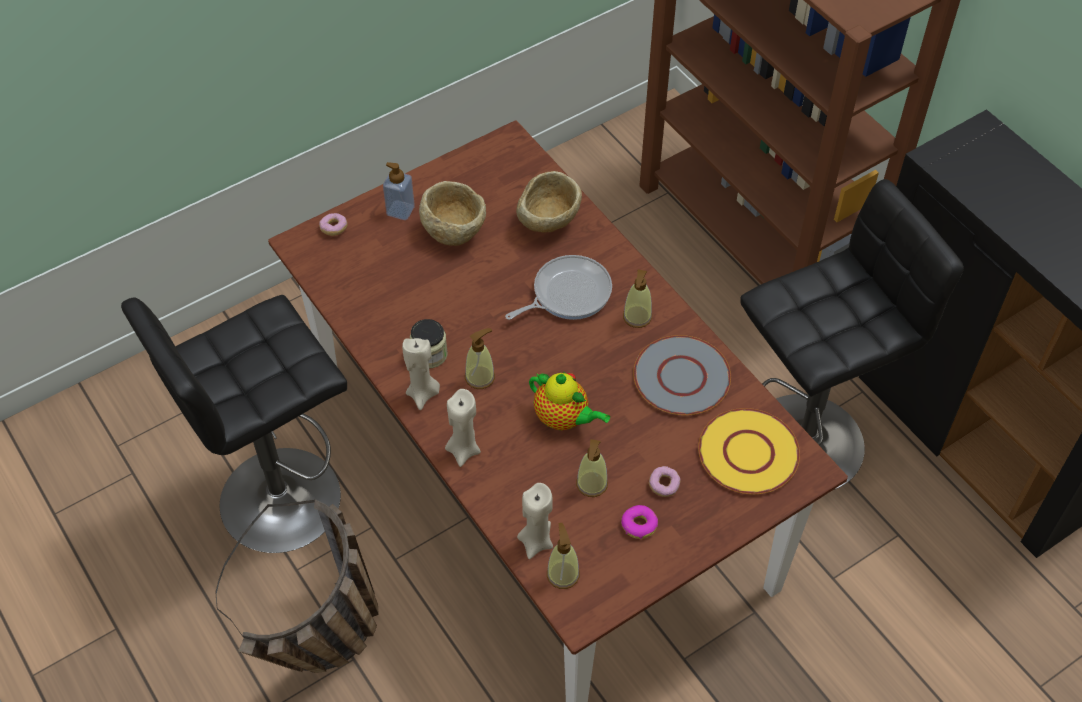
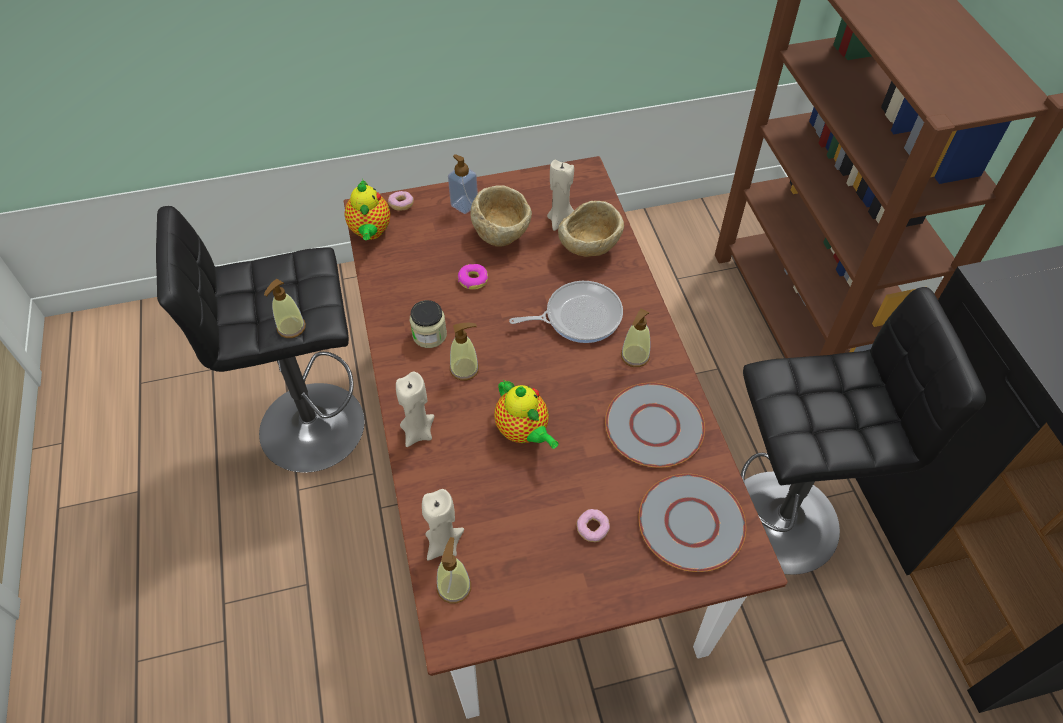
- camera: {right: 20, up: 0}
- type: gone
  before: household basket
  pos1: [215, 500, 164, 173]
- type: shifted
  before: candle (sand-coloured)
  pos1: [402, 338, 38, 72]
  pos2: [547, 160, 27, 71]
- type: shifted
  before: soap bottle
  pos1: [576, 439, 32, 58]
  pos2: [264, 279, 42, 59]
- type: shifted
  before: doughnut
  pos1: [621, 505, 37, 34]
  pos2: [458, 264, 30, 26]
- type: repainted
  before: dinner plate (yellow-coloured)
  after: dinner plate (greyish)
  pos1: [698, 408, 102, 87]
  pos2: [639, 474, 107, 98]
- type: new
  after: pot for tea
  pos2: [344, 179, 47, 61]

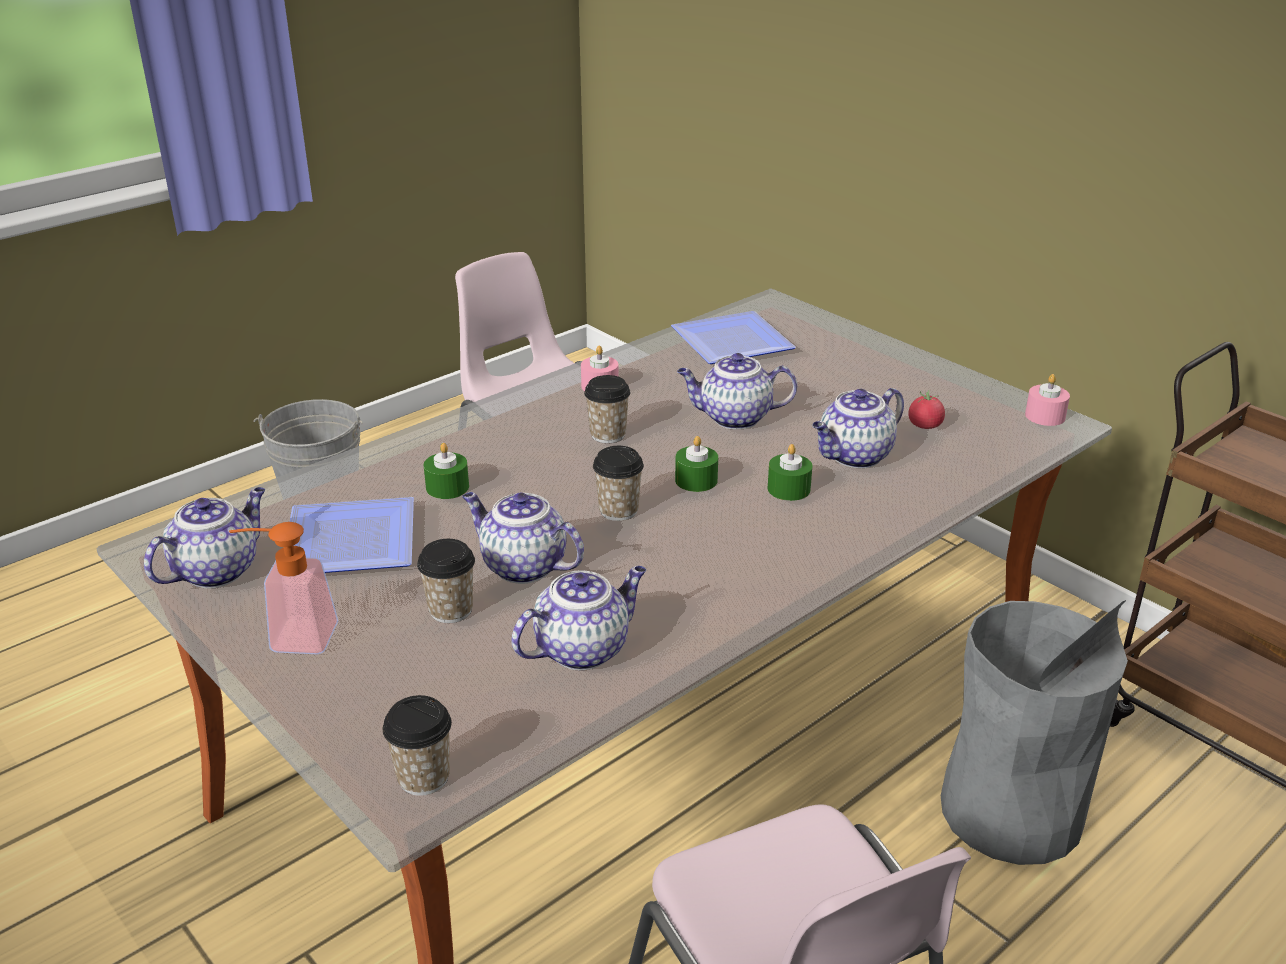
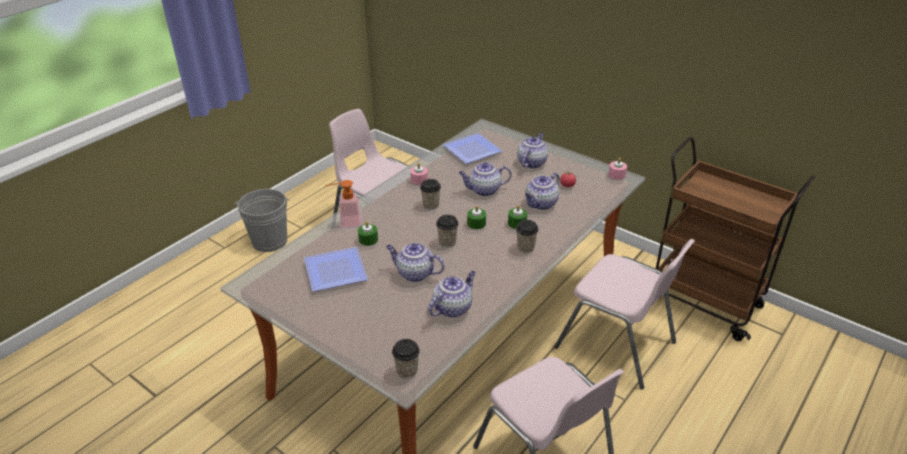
- camera: {right: -10, up: 5}
- type: shifted
  before: pot for tea
  pos1: [144, 487, 121, 101]
  pos2: [517, 133, 31, 36]
- type: shifted
  before: soap bottle
  pos1: [229, 522, 109, 132]
  pos2: [326, 180, 36, 48]
- type: shifted
  before: cup
  pos1: [417, 539, 58, 84]
  pos2: [516, 220, 22, 33]
- type: swapped
  before: waste bin (greyish)
  after: upright chair (pinkish)
  pos1: [941, 600, 187, 265]
  pos2: [554, 239, 141, 150]

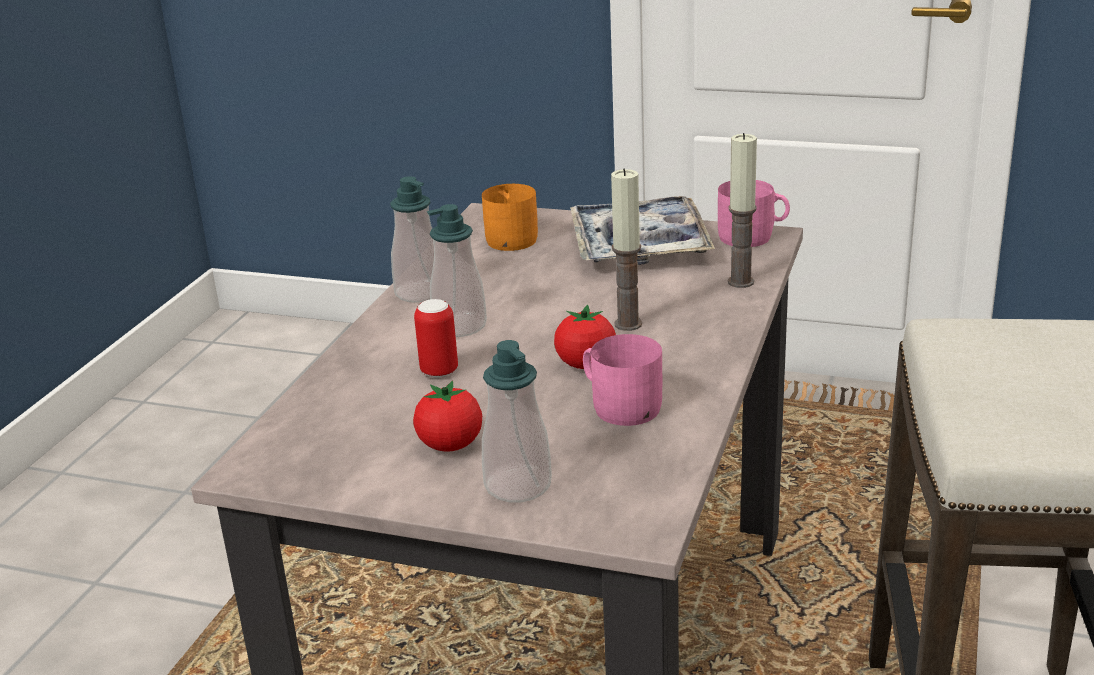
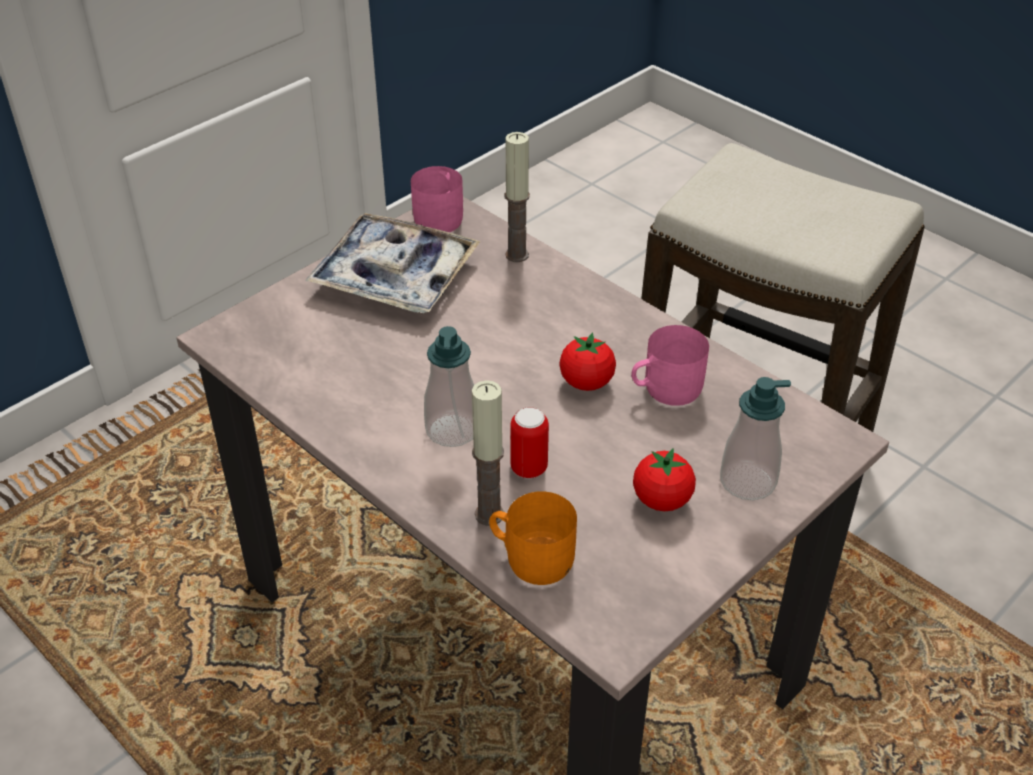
- camera: {right: -65, up: 15}
- type: gone
  before: soap bottle
  pos1: [390, 176, 44, 127]
- type: shifted
  before: coffee mug (orange-coloured)
  pos1: [482, 184, 56, 67]
  pos2: [489, 491, 88, 94]
- type: shifted
  before: candle
  pos1: [611, 169, 31, 162]
  pos2: [472, 380, 32, 146]

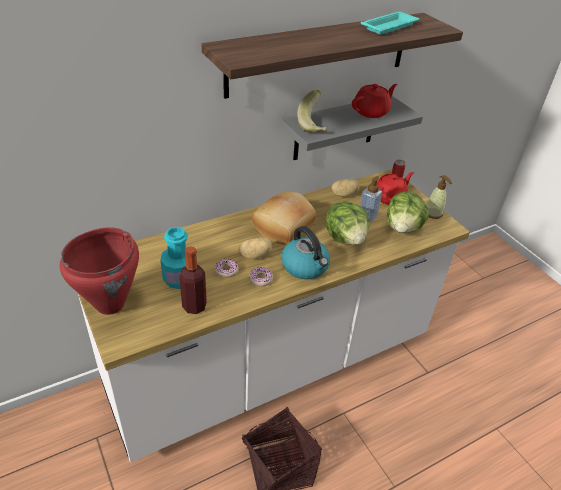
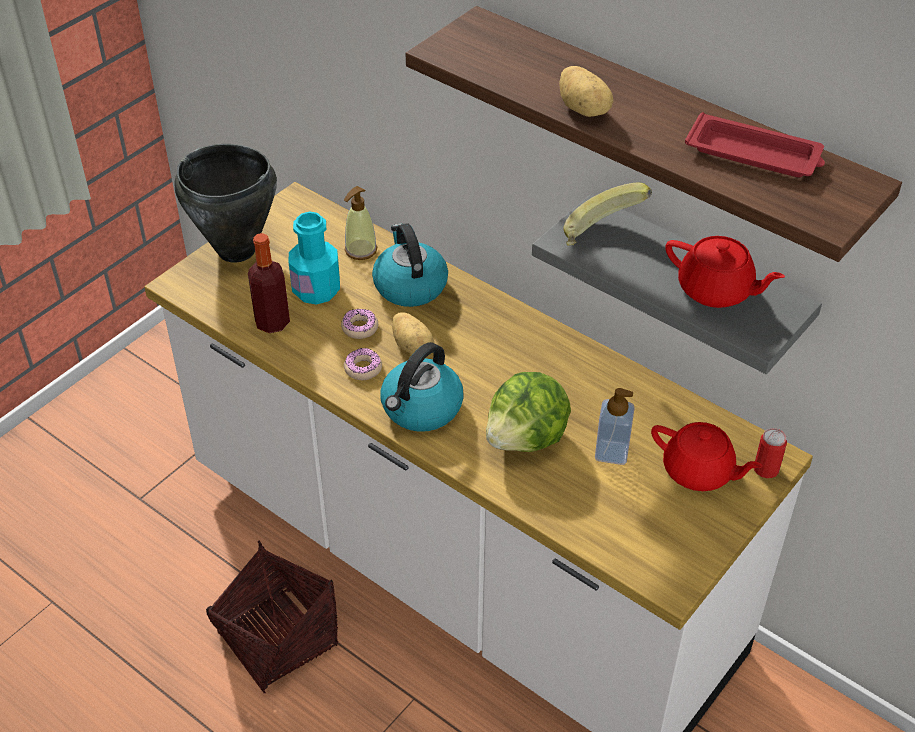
- camera: {right: 70, up: 5}
- type: repainted
  before: cooking pot (reddish)
  after: cooking pot (black)
  pos1: [60, 227, 79, 88]
  pos2: [174, 144, 103, 119]
- type: gone
  before: bread
  pos1: [252, 192, 64, 53]
- type: shifted
  before: potato
  pos1: [331, 179, 28, 18]
  pos2: [559, 66, 54, 51]
- type: repainted
  before: carrying tray (turquoise-coloured)
  after: carrying tray (reddish)
  pos1: [361, 12, 58, 23]
  pos2: [685, 112, 140, 65]
- type: gone
  before: lettuce head
  pos1: [387, 192, 42, 41]
- type: shifted
  before: soap bottle
  pos1: [426, 175, 26, 44]
  pos2: [344, 186, 33, 74]
- type: new
  after: water kettle
  pos2: [372, 223, 76, 84]

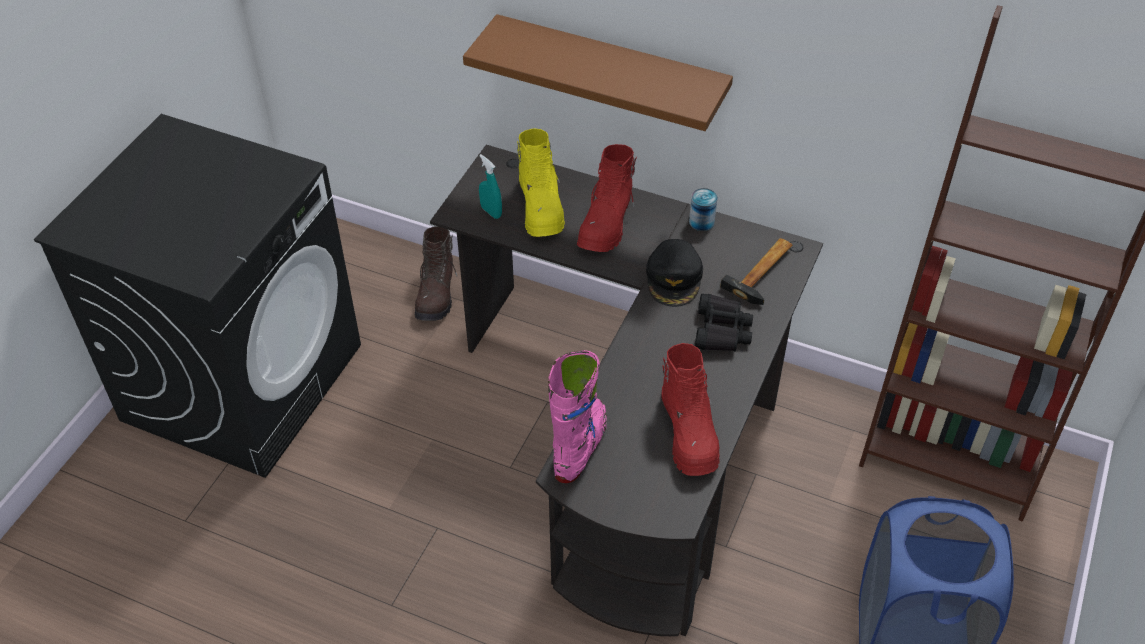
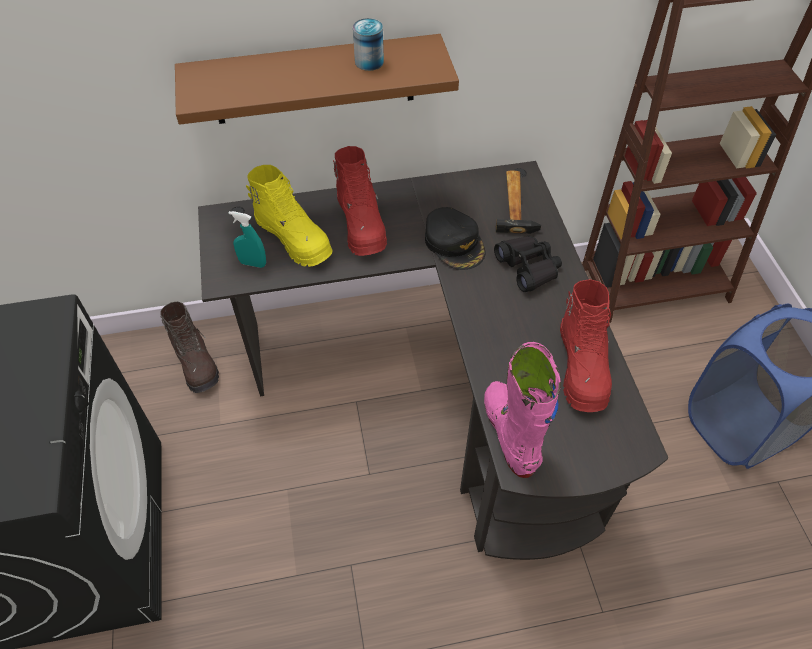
- camera: {right: -35, up: 5}
- type: rotated
  before: boot (reddish)
  pos1: [661, 343, 59, 133]
  pos2: [560, 279, 52, 133]
  turn: 45
- type: shifted
  before: metal can
  pos1: [689, 188, 28, 43]
  pos2: [353, 18, 31, 53]

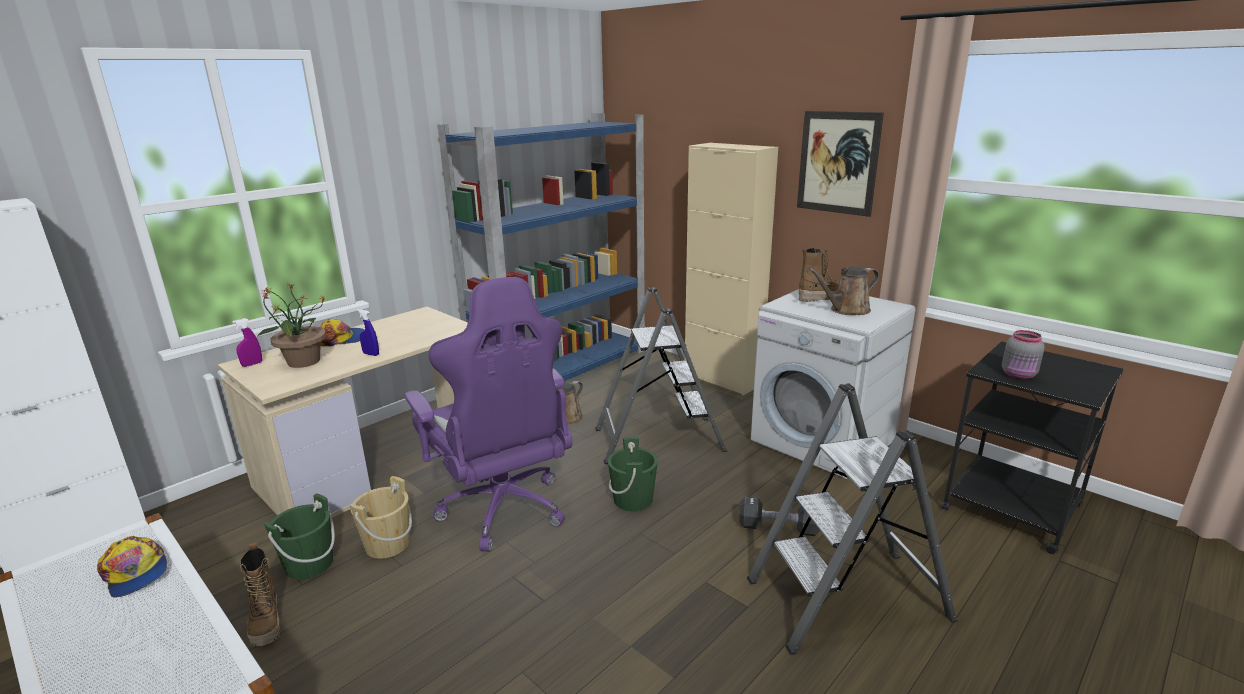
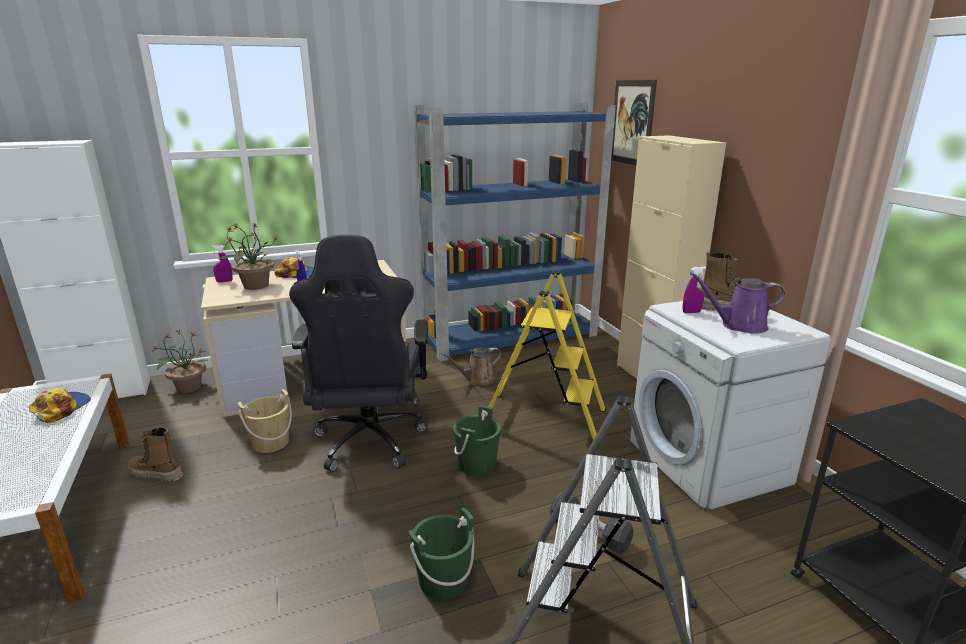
- camera: {right: 25, up: 0}
- type: rotated
  before: cap
  pos1: [97, 536, 70, 62]
  pos2: [29, 388, 62, 35]
  turn: -150
- type: rotated
  before: boot
  pos1: [240, 543, 40, 104]
  pos2: [128, 427, 55, 55]
  turn: 105
- type: shifted
  before: bucket (green-coloured)
  pos1: [264, 493, 71, 87]
  pos2: [408, 507, 66, 93]
- type: repainted
  before: desk chair (purple)
  after: desk chair (black)
  pos1: [405, 277, 168, 275]
  pos2: [289, 235, 139, 237]
- type: repainted
  before: stepladder (greyish)
  after: stepladder (yellow-coloured)
  pos1: [595, 287, 132, 177]
  pos2: [489, 270, 117, 170]
- type: shifted
  before: wall picture
  pos1: [797, 111, 87, 106]
  pos2: [611, 80, 46, 85]
- type: repainted
  before: watering can (brown-coloured)
  after: watering can (purple)
  pos1: [809, 266, 70, 49]
  pos2: [690, 272, 96, 62]
- type: gone
  before: storage jar (greyish)
  pos1: [1002, 330, 43, 49]
- type: new
  after: potted plant
  pos2: [151, 329, 56, 64]
- type: new
  after: spray bottle (purple)
  pos2: [683, 267, 23, 46]

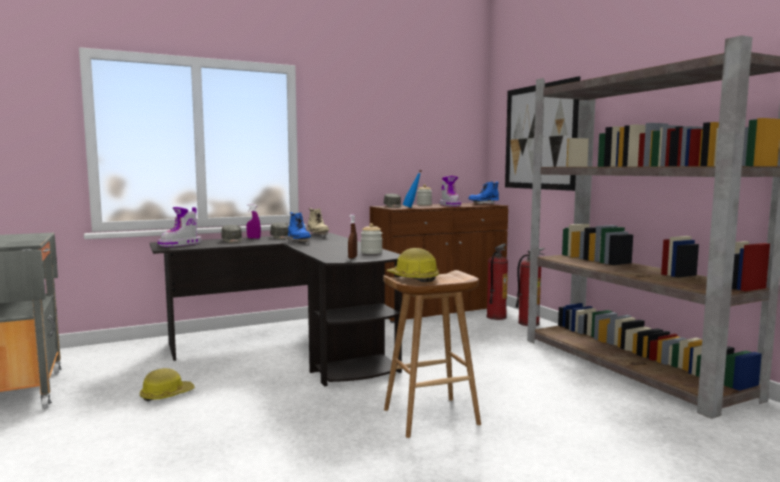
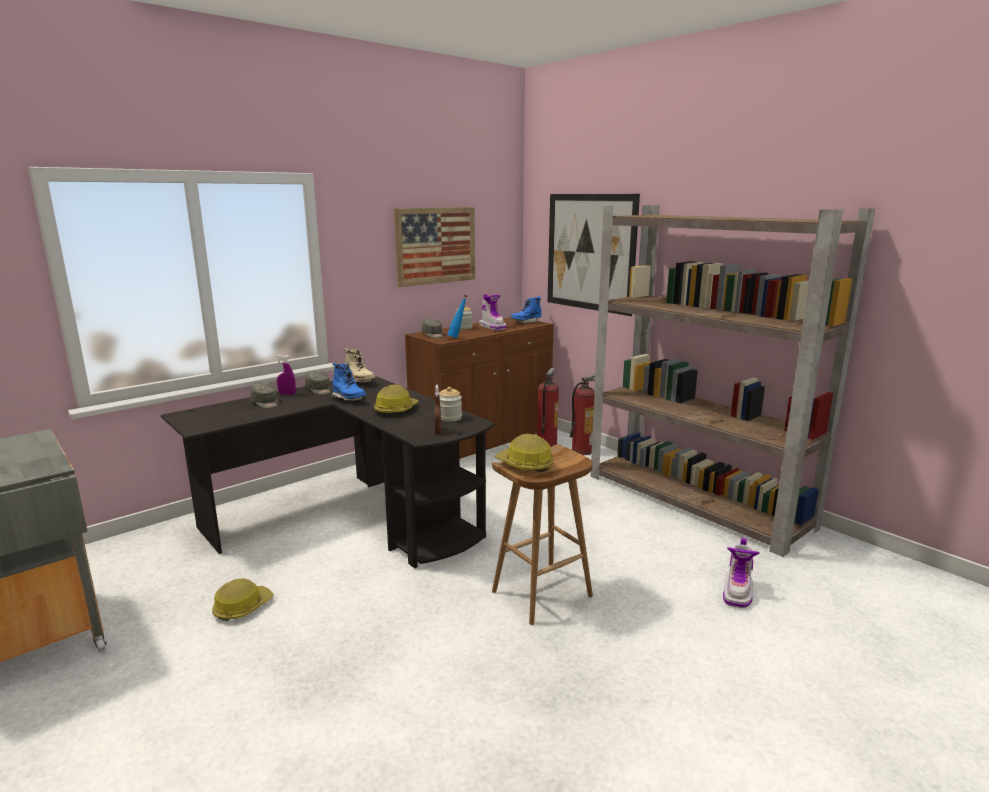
- camera: {right: -15, up: 10}
- type: shifted
  before: boot
  pos1: [157, 207, 44, 40]
  pos2: [723, 538, 37, 70]
- type: new
  after: hard hat
  pos2: [374, 385, 45, 31]
- type: new
  after: wall picture
  pos2: [394, 207, 81, 80]

